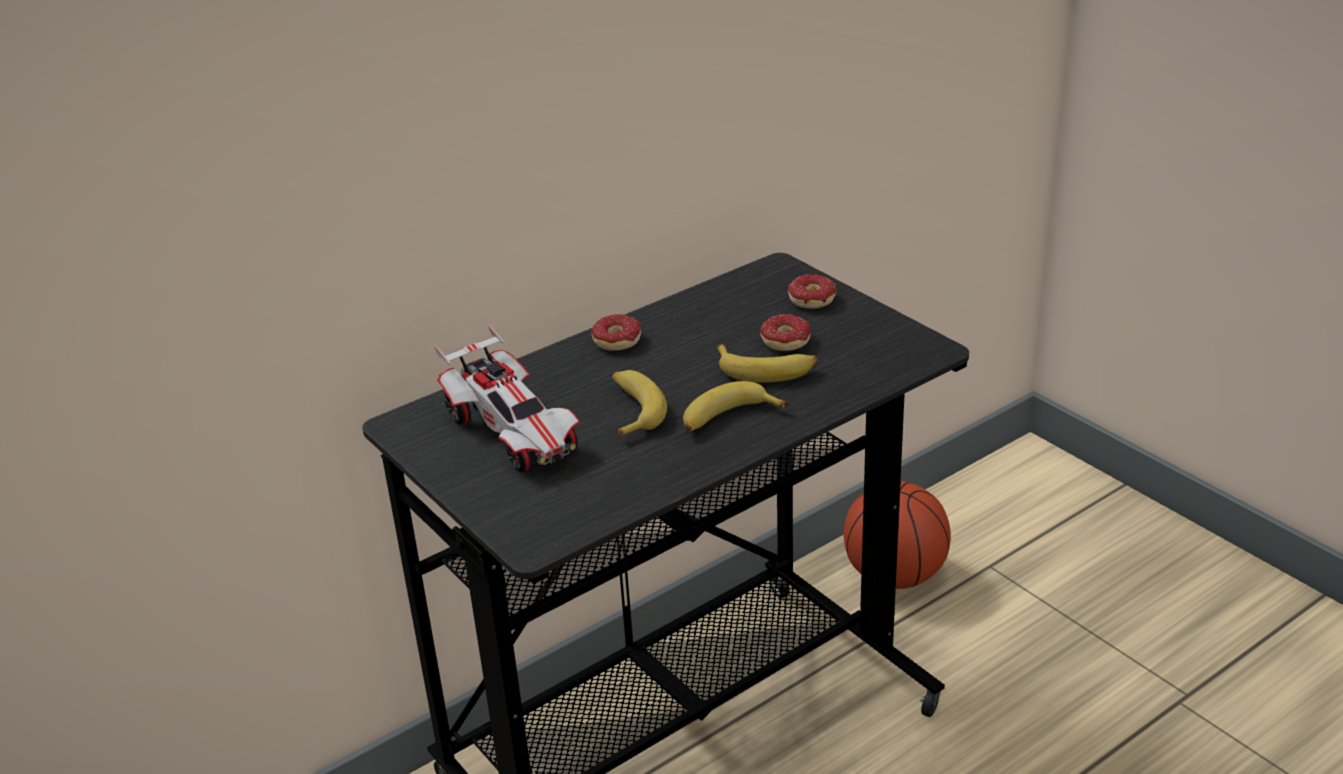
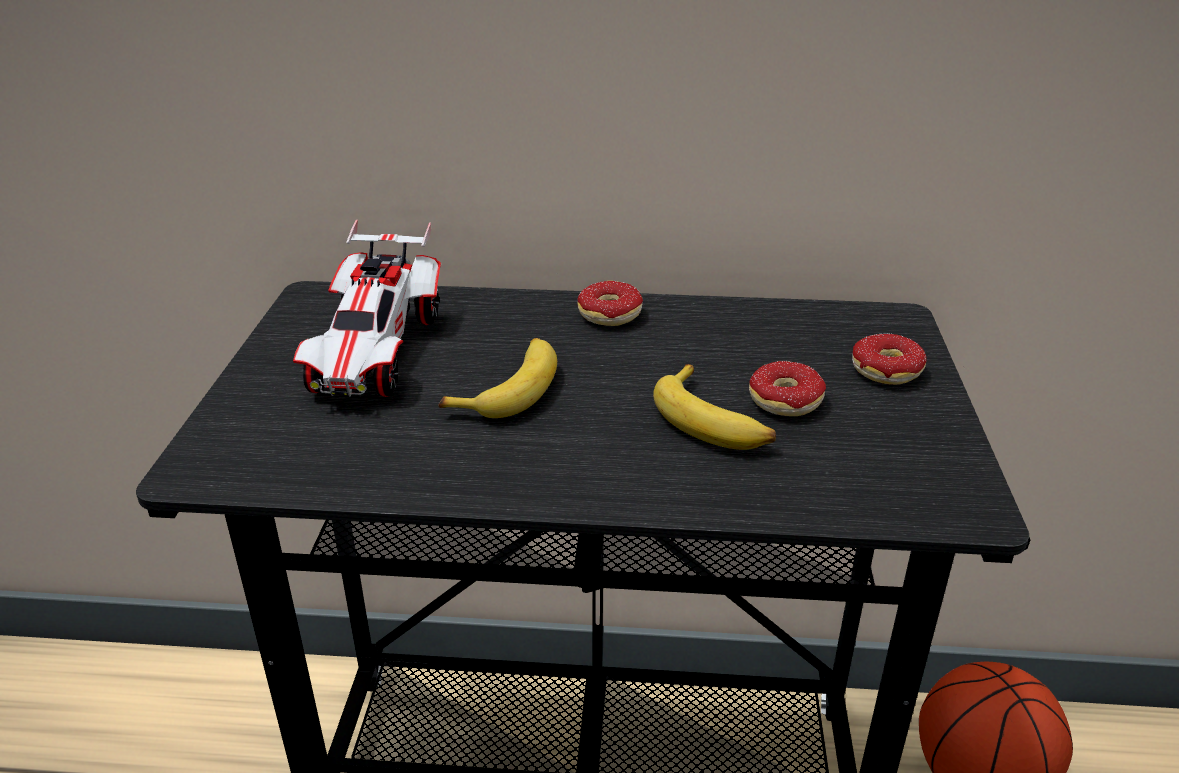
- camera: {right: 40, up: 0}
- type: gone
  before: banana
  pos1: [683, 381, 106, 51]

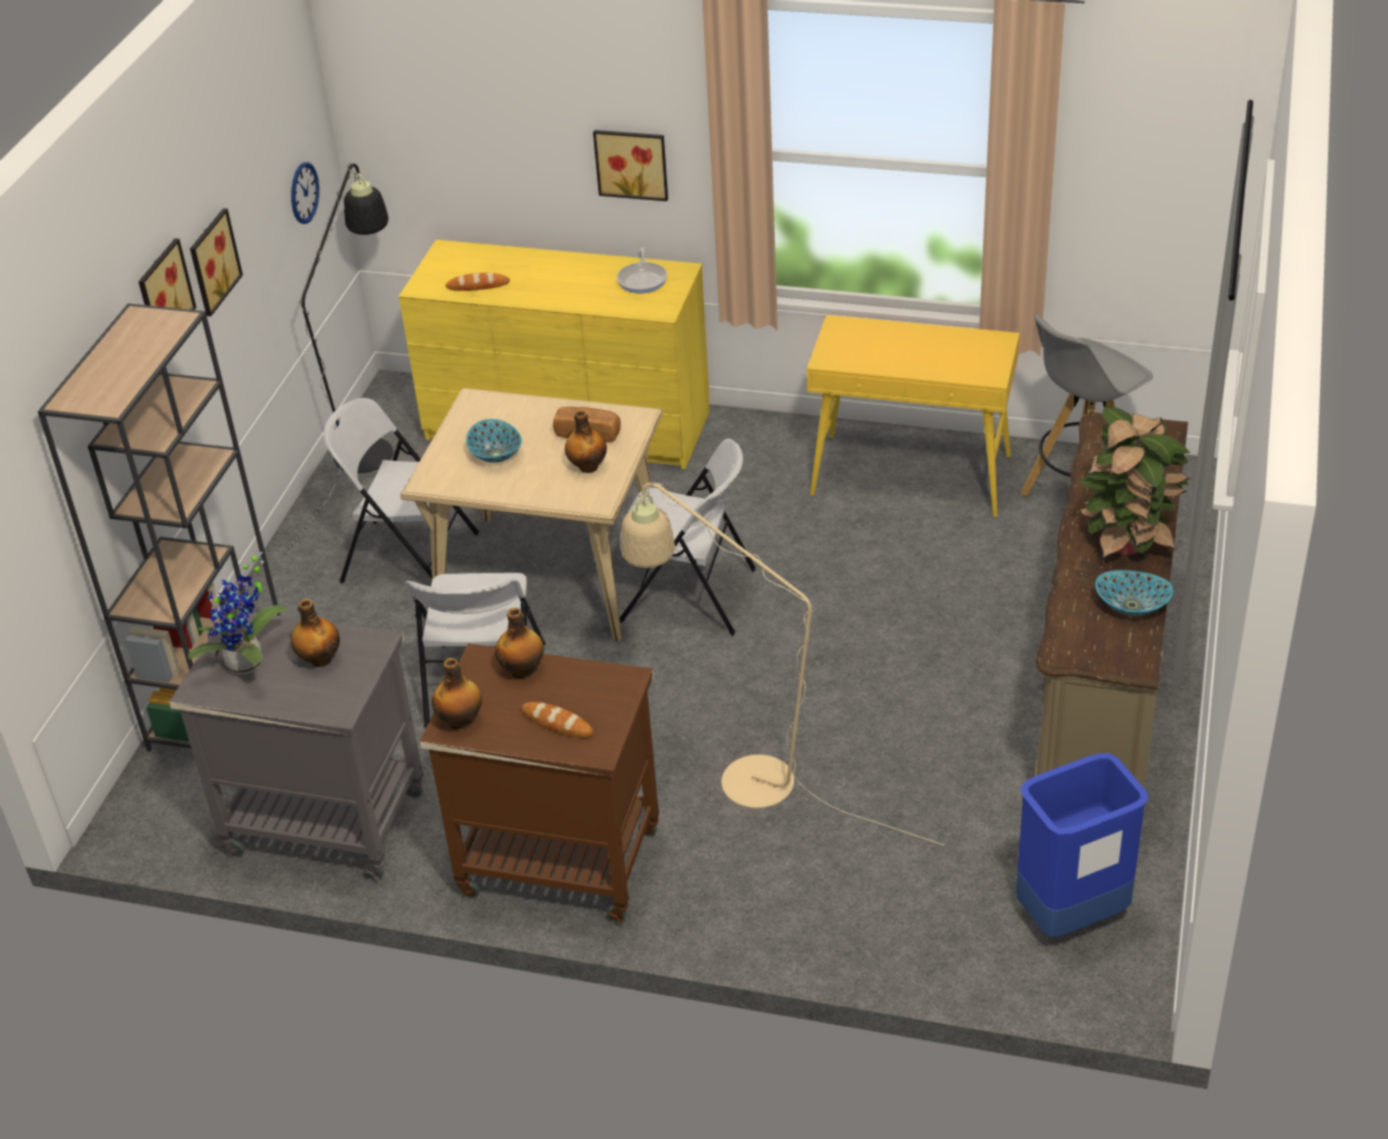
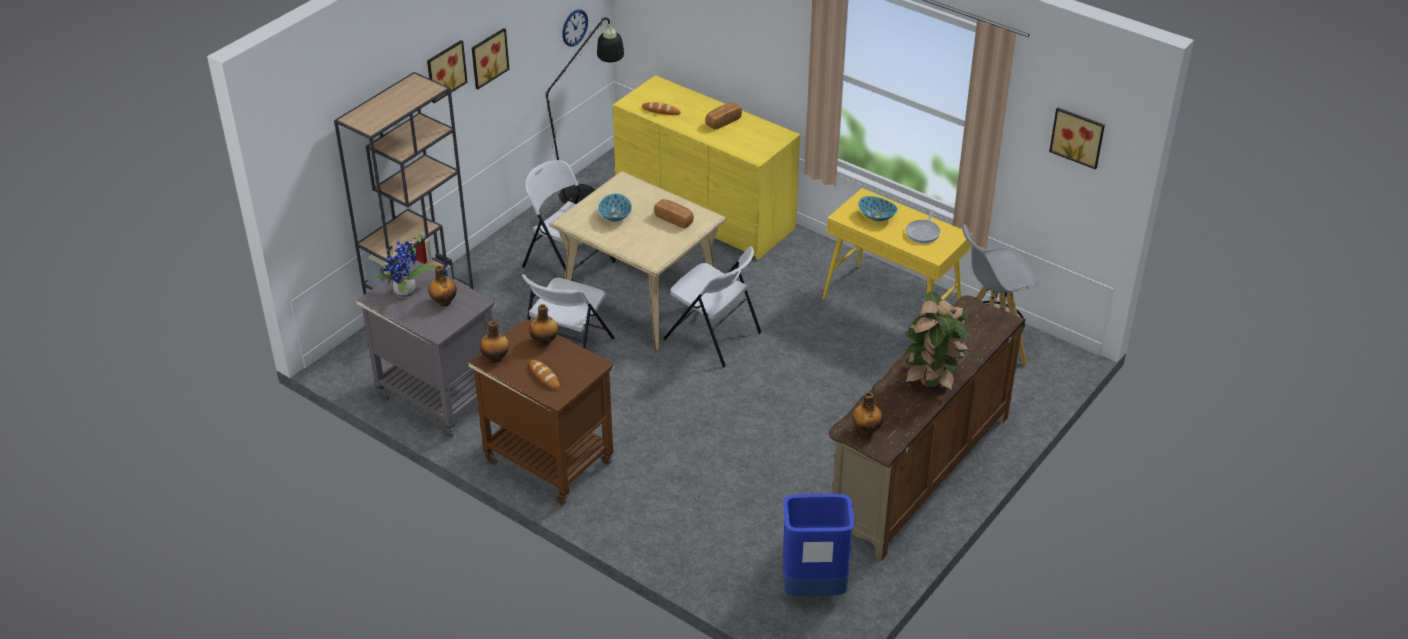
- camera: {right: 20, up: 0}
- type: shifted
  before: beverage bottle
  pos1: [565, 410, 42, 63]
  pos2: [852, 392, 31, 44]
- type: shifted
  before: wall picture
  pos1: [593, 130, 75, 71]
  pos2: [1049, 108, 56, 61]
- type: shifted
  before: skillet
  pos1: [617, 247, 50, 46]
  pos2: [906, 210, 34, 33]
- type: gone
  before: floor lamp (sand-coloured)
  pos1: [621, 483, 323, 362]
- type: shifted
  before: deep dish
  pos1: [1095, 570, 78, 45]
  pos2: [858, 196, 40, 25]
- type: new
  after: bread
  pos2: [705, 102, 37, 28]

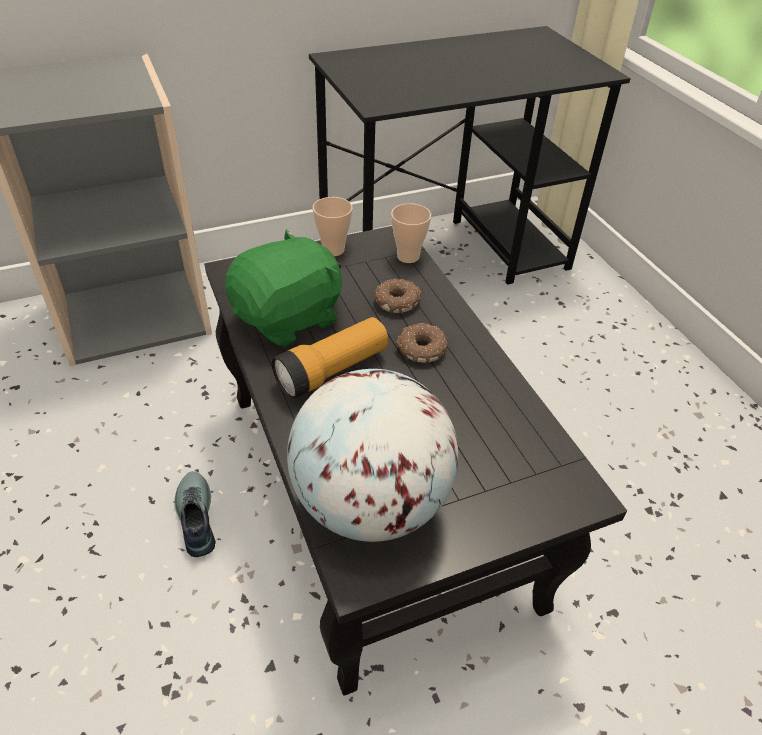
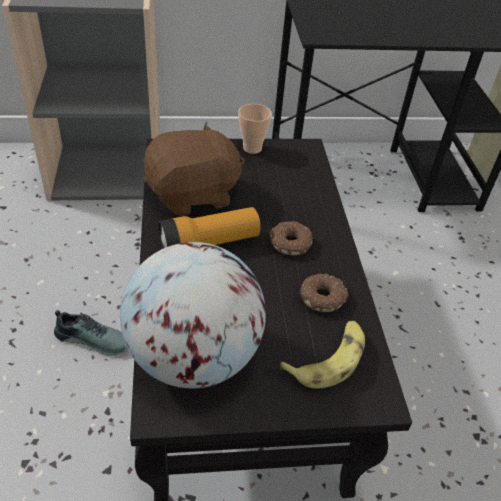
- camera: {right: 15, up: 0}
- type: rotated
  before: low shoe
  pos1: [174, 471, 42, 86]
  pos2: [54, 310, 73, 46]
  turn: 105
- type: repainted
  before: plush toy (green-coloured)
  after: plush toy (brown-coloured)
  pos1: [225, 229, 117, 118]
  pos2: [144, 122, 101, 94]
- type: shifted
  before: doughnut
  pos1: [375, 278, 47, 35]
  pos2: [300, 274, 49, 38]
- type: gone
  before: cup
  pos1: [391, 203, 40, 60]
- type: new
  after: banana
  pos2: [280, 321, 85, 68]

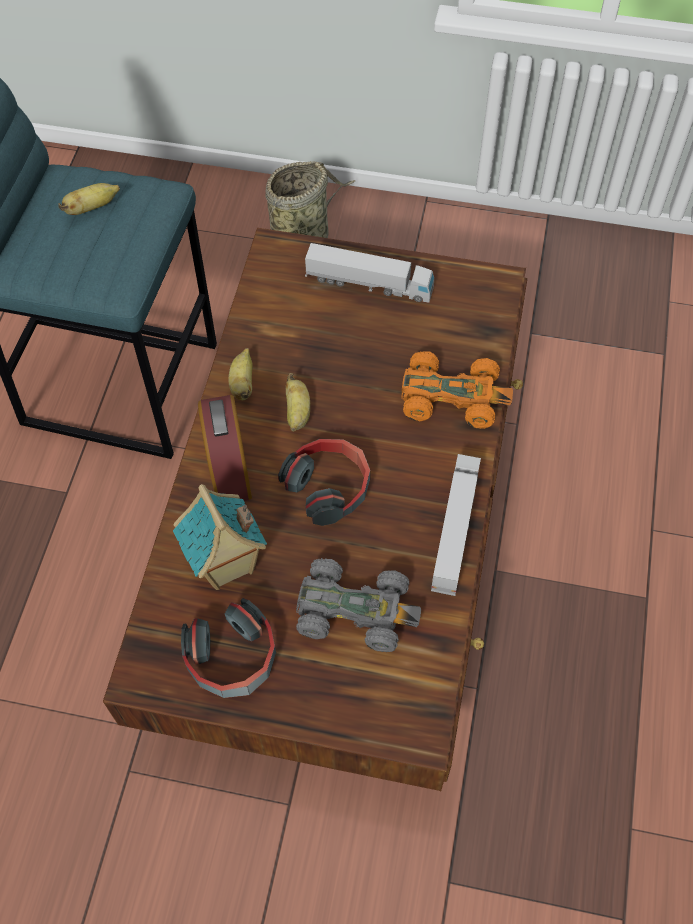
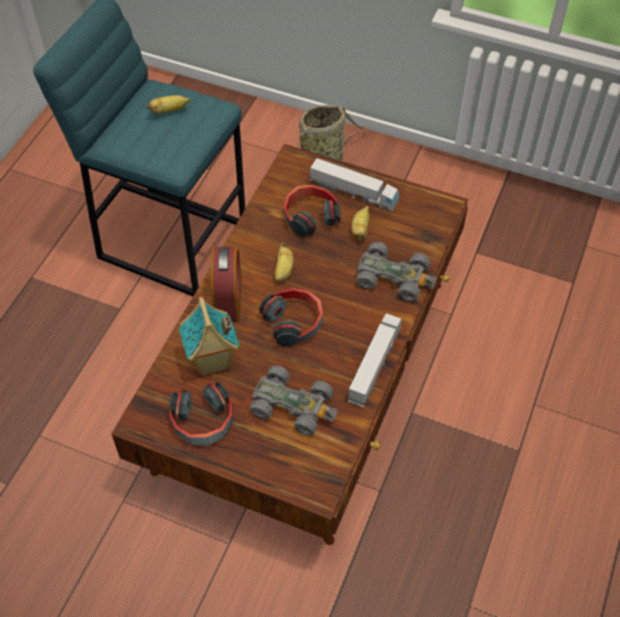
- camera: {right: 10, up: -5}
- type: shifted
  before: banana
  pos1: [228, 348, 25, 52]
  pos2: [351, 206, 19, 34]
- type: repainted
  before: miniature car (orange-coloured)
  after: miniature car (greyish)
  pos1: [401, 351, 112, 78]
  pos2: [356, 242, 80, 60]
- type: new
  after: headphones
  pos2: [284, 185, 56, 53]

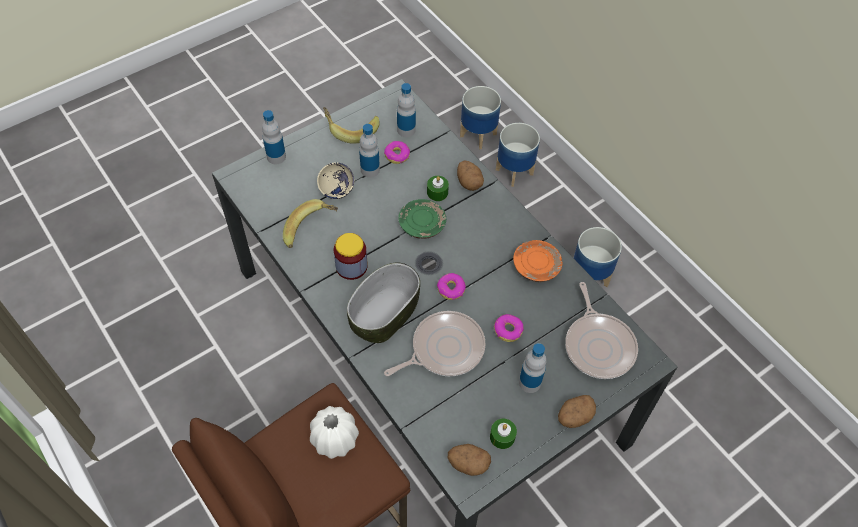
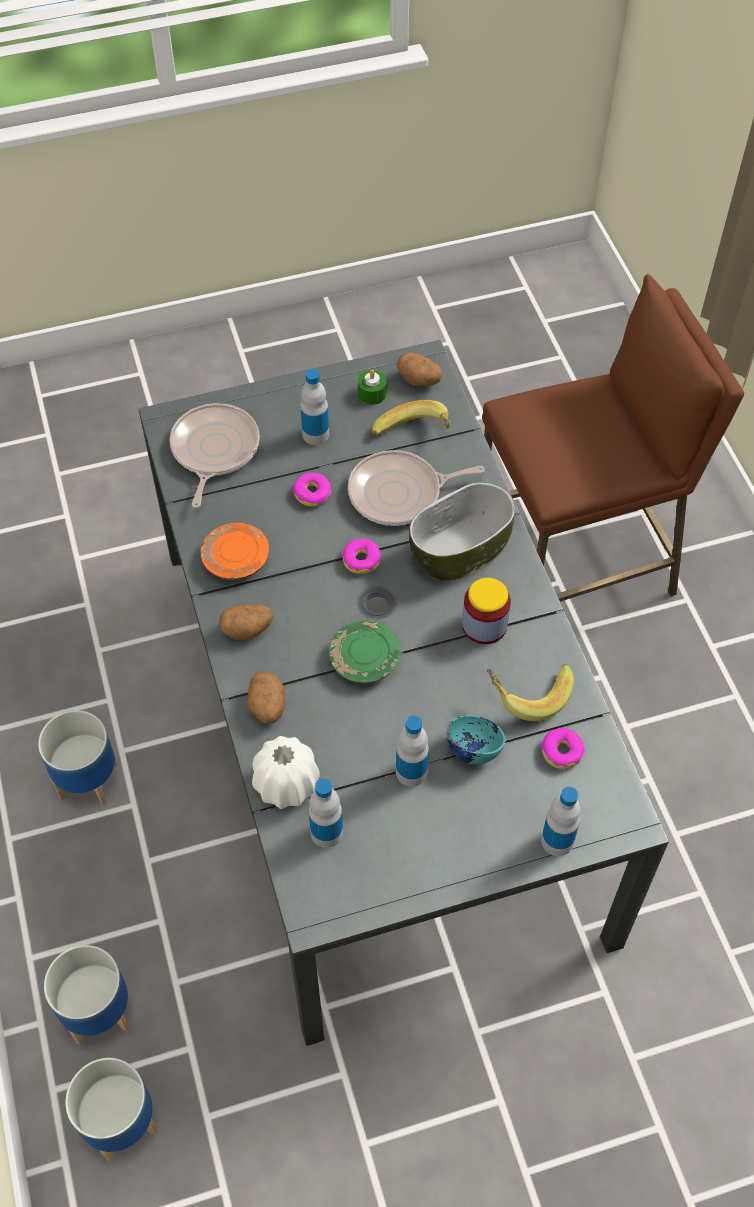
- camera: {right: -160, up: 0}
- type: shifted
  before: vase (whitish)
  pos1: [310, 406, 49, 53]
  pos2: [252, 736, 68, 73]
- type: repainted
  before: deep dish (sand-coloured)
  after: deep dish (turquoise-coloured)
  pos1: [317, 162, 37, 37]
  pos2: [447, 715, 59, 49]
- type: shifted
  before: banana
  pos1: [323, 107, 57, 37]
  pos2: [372, 400, 79, 36]
- type: shifted
  before: doughnut
  pos1: [384, 141, 26, 23]
  pos2: [541, 728, 44, 41]
- type: gone
  before: candle (green-coloured)
  pos1: [427, 176, 22, 25]
- type: shifted
  before: potato
  pos1: [558, 395, 38, 33]
  pos2: [219, 604, 55, 36]

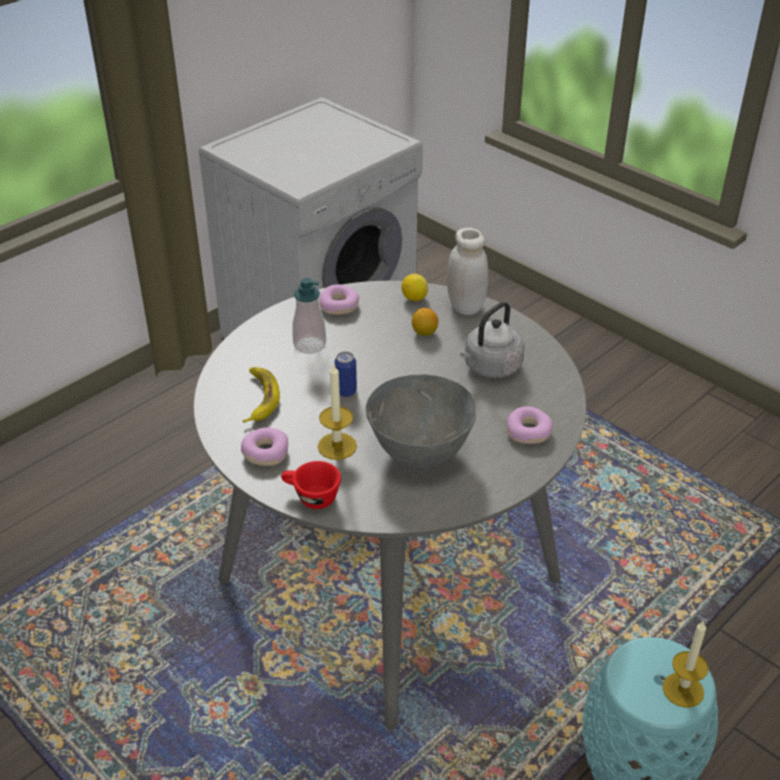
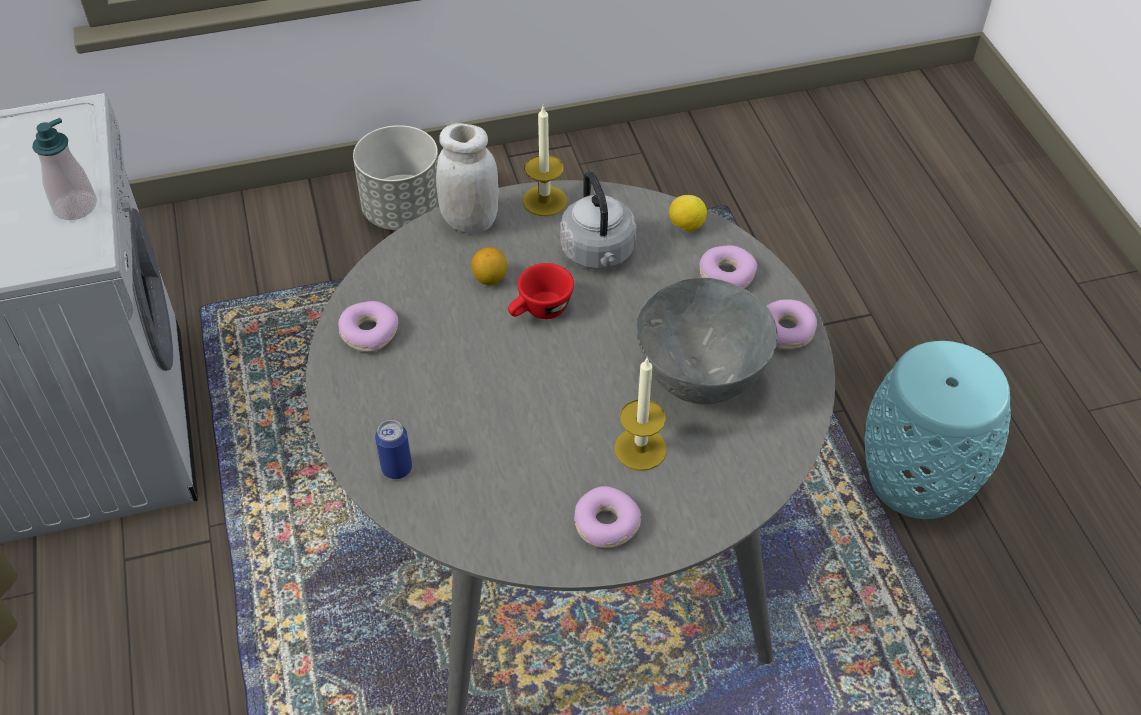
- camera: {right: -60, up: 10}
- type: gone
  before: banana
  pos1: [243, 367, 37, 56]
- type: shifted
  before: cup (reddish)
  pos1: [281, 461, 60, 48]
  pos2: [508, 263, 66, 56]
- type: shifted
  before: soap bottle
  pos1: [292, 278, 34, 76]
  pos2: [32, 118, 65, 102]
- type: shifted
  before: metal can
  pos1: [334, 351, 23, 46]
  pos2: [375, 420, 37, 59]
- type: shifted
  before: whole lemon
  pos1: [401, 274, 27, 27]
  pos2: [669, 195, 38, 37]
- type: shifted
  before: candle
  pos1: [662, 620, 47, 88]
  pos2: [523, 106, 44, 110]
- type: new
  after: flower pot (greyish)
  pos2: [353, 125, 86, 105]
- type: new
  after: doughnut
  pos2: [767, 299, 50, 50]

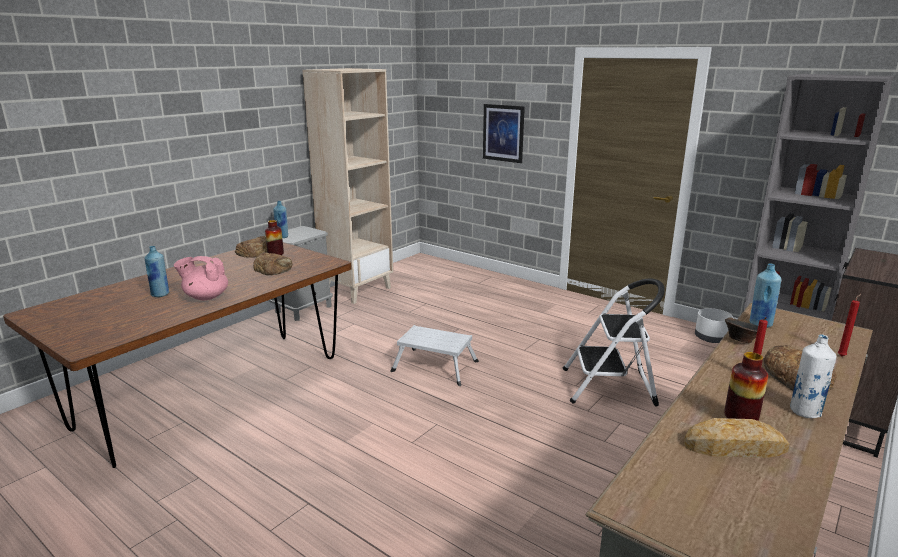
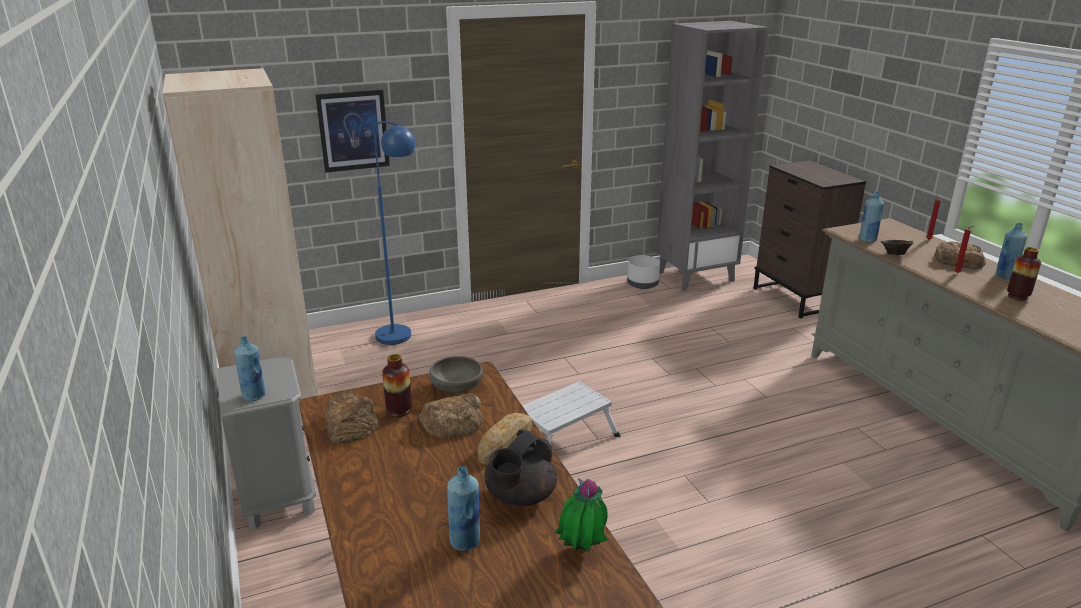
- camera: {right: -60, up: 5}
- type: repainted
  before: pot for tea (pinkish)
  after: pot for tea (black)
  pos1: [174, 256, 54, 45]
  pos2: [484, 429, 73, 77]
- type: gone
  before: stepladder
  pos1: [563, 279, 102, 128]
- type: shifted
  before: bread
  pos1: [684, 418, 106, 40]
  pos2: [477, 413, 55, 52]
- type: repainted
  before: beverage bottle (whitish)
  after: beverage bottle (blue-coloured)
  pos1: [790, 334, 46, 84]
  pos2: [996, 223, 31, 56]
- type: new
  after: floor lamp (blue-coloured)
  pos2: [374, 121, 41, 224]
- type: new
  after: deep dish (greyish)
  pos2: [429, 356, 54, 37]
- type: new
  after: potted plant
  pos2: [555, 478, 53, 74]

